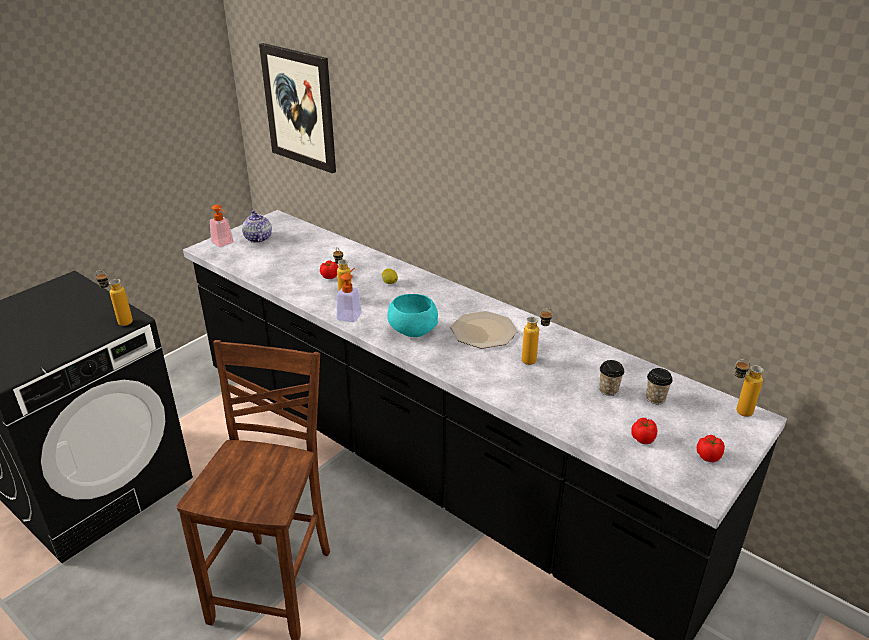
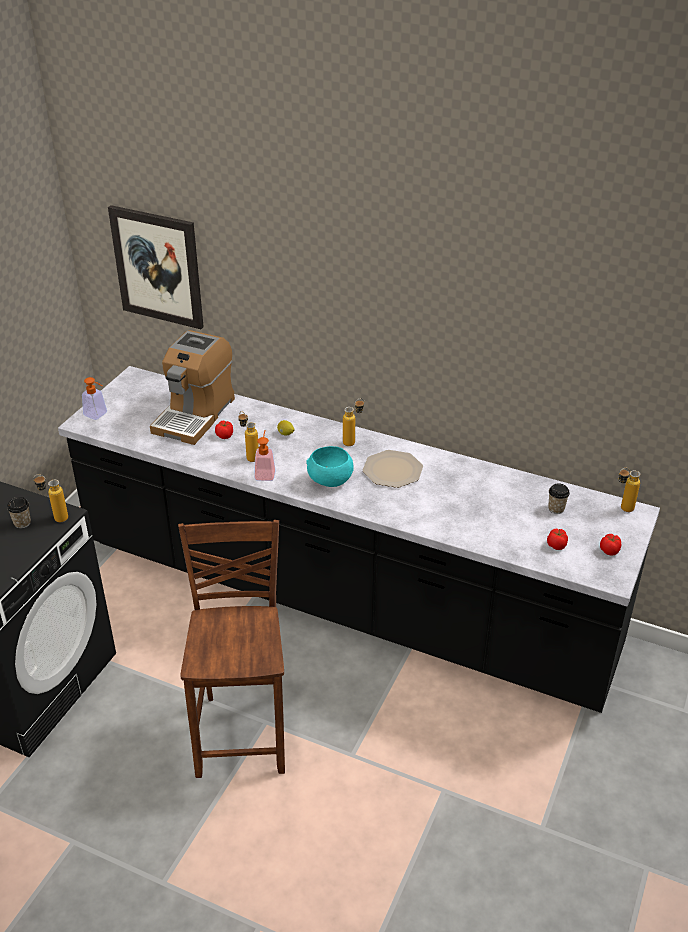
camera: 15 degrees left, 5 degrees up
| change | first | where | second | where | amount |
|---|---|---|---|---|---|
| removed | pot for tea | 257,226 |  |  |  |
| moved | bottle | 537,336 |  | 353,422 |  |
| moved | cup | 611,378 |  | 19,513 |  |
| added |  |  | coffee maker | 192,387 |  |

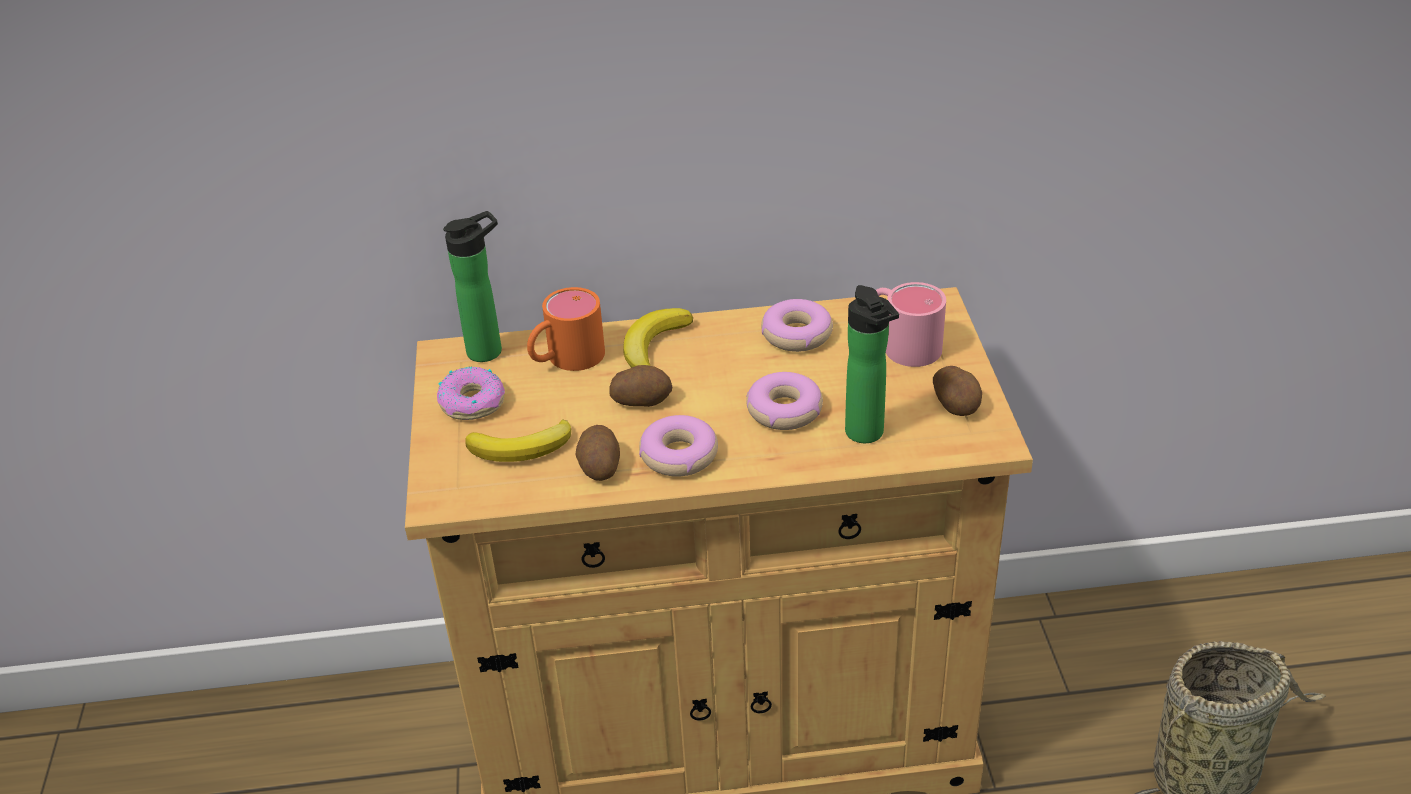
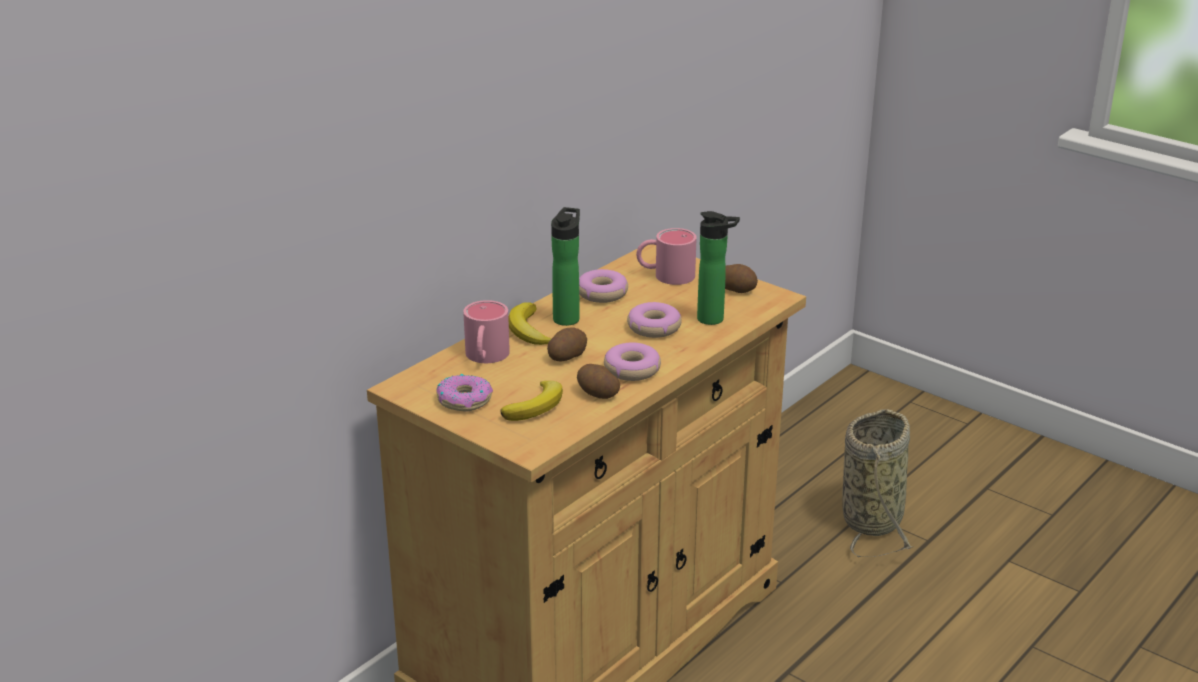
camera: 45 degrees left, 10 degrees down
| change | first | where | second | where | amount |
|---|---|---|---|---|---|
| moved | bottle | 472,286 |  | 565,266 |  |
| recoloured | orangey coffee mug | 566,329 | pink coffee mug | 486,331 |  |

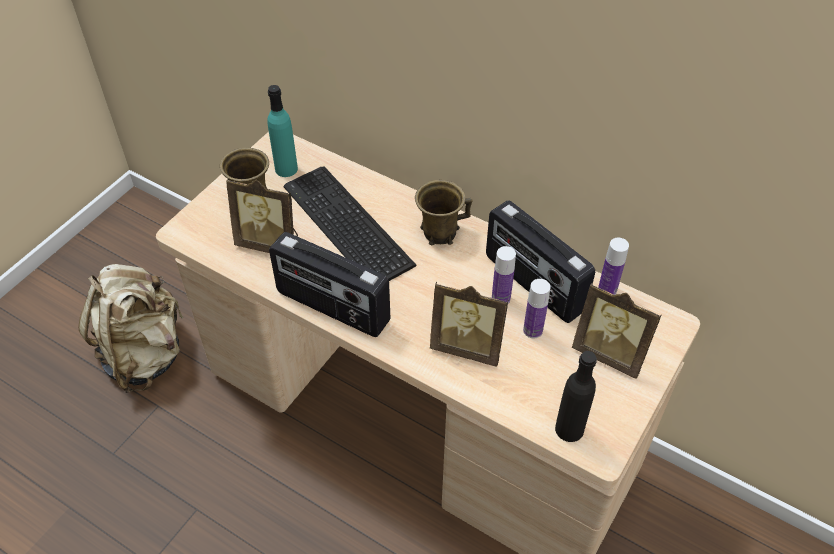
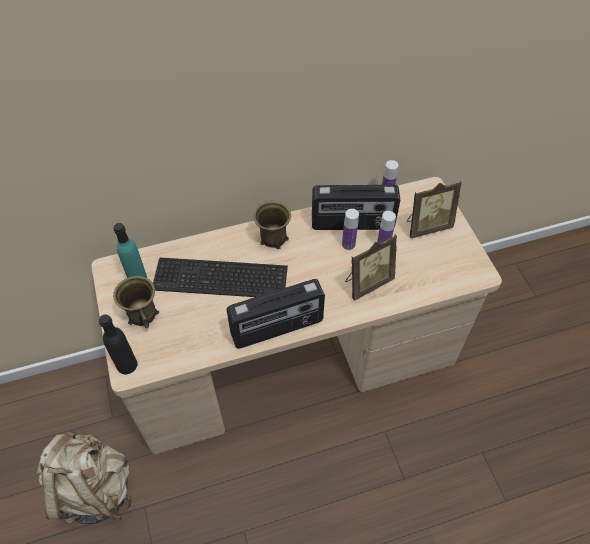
camera: 50 degrees left, 5 degrees up
| change | first | where | second | where | amount |
|---|---|---|---|---|---|
| removed | standing frame | 262,215 |  |  |  |
| moved | blackish bottle | 576,396 |  | 118,344 |  |

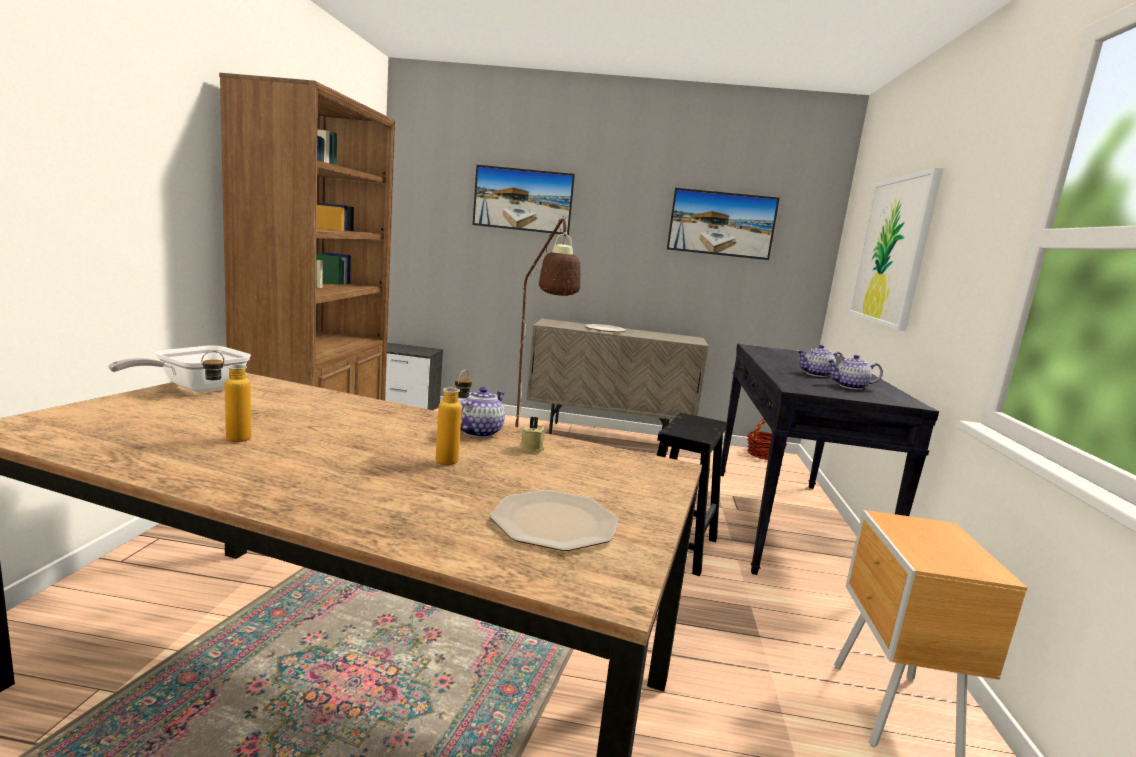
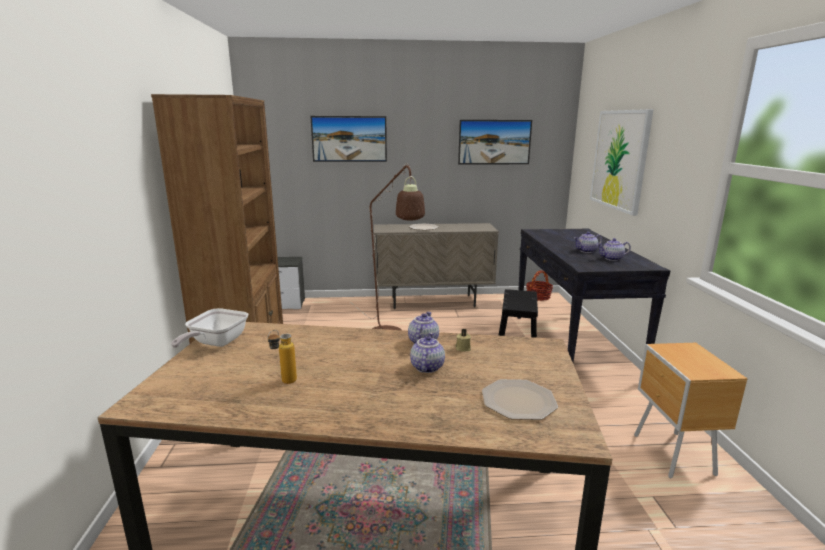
camera: 10 degrees left, 5 degrees up
| change | first | where | second | where | amount |
|---|---|---|---|---|---|
| replaced | bottle | 454,417 | pot for tea | 427,353 |  |

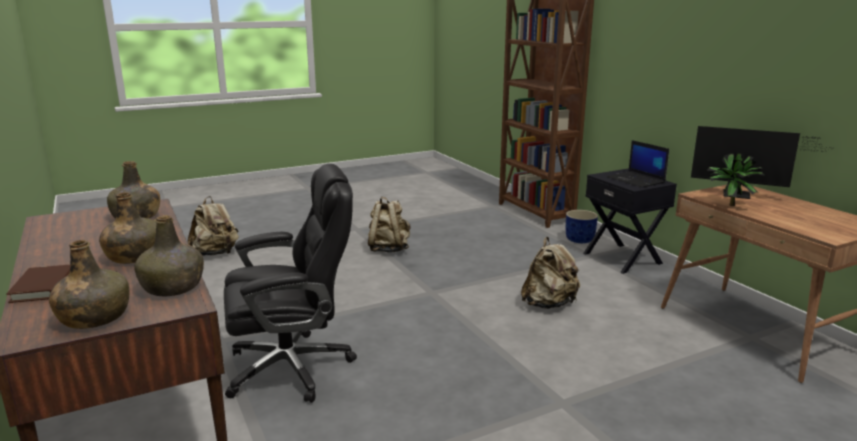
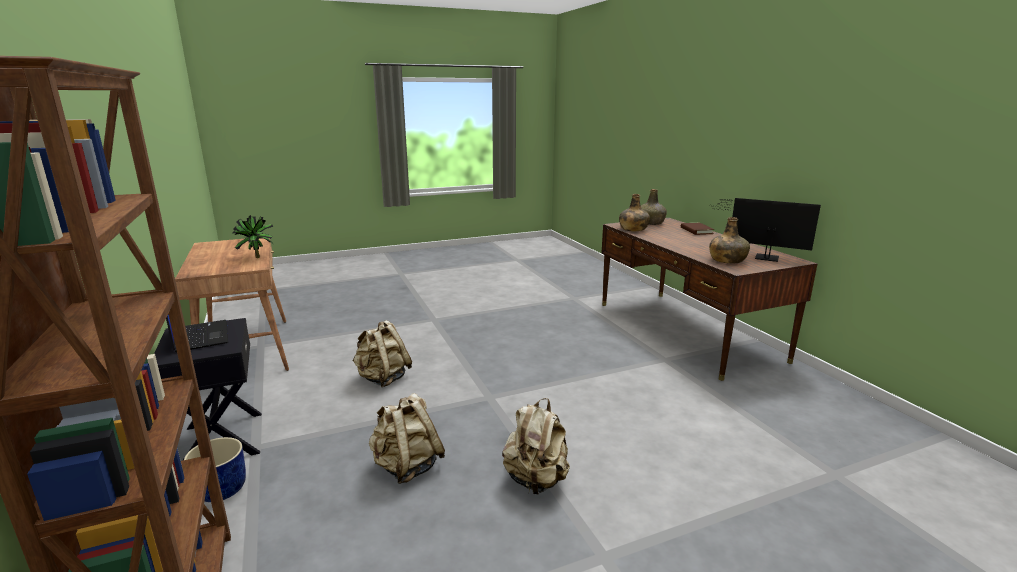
camera: 175 degrees left, 0 degrees up
| change | first | where | second | where | amount |
|---|---|---|---|---|---|
| moved | computer screen | 762,162 |  | 767,230 |  |
| removed | blackish computer chair | 290,283 |  |  |  |
| removed | green-coloured bottle | 128,228 |  |  |  |
| moved | beige-coloured knapsack | 213,226 |  | 407,438 |  |

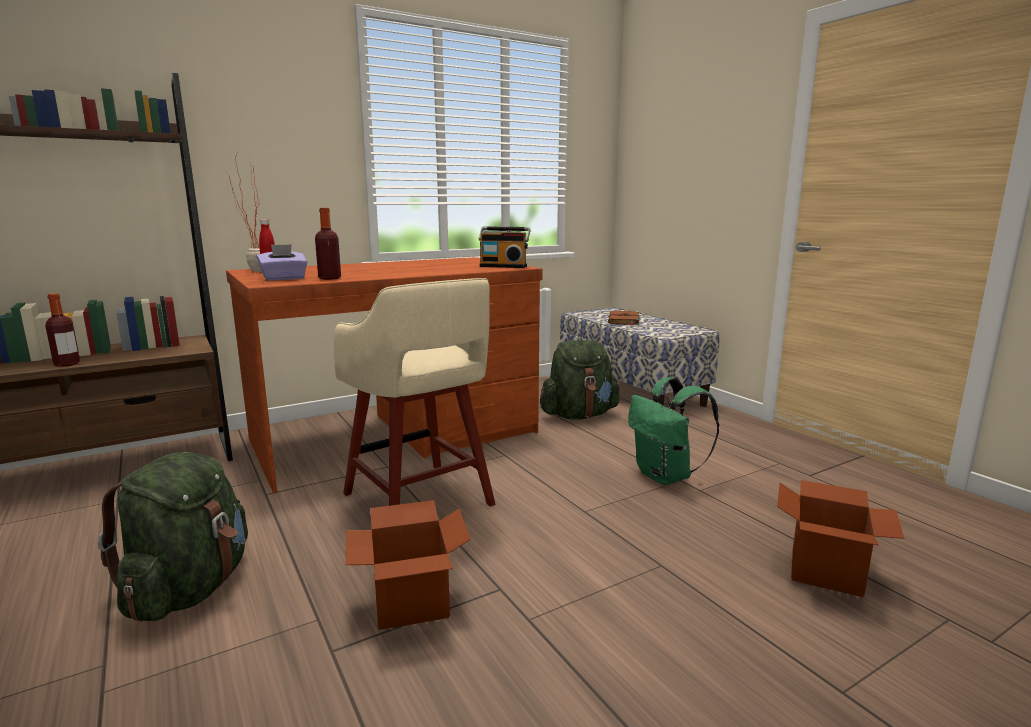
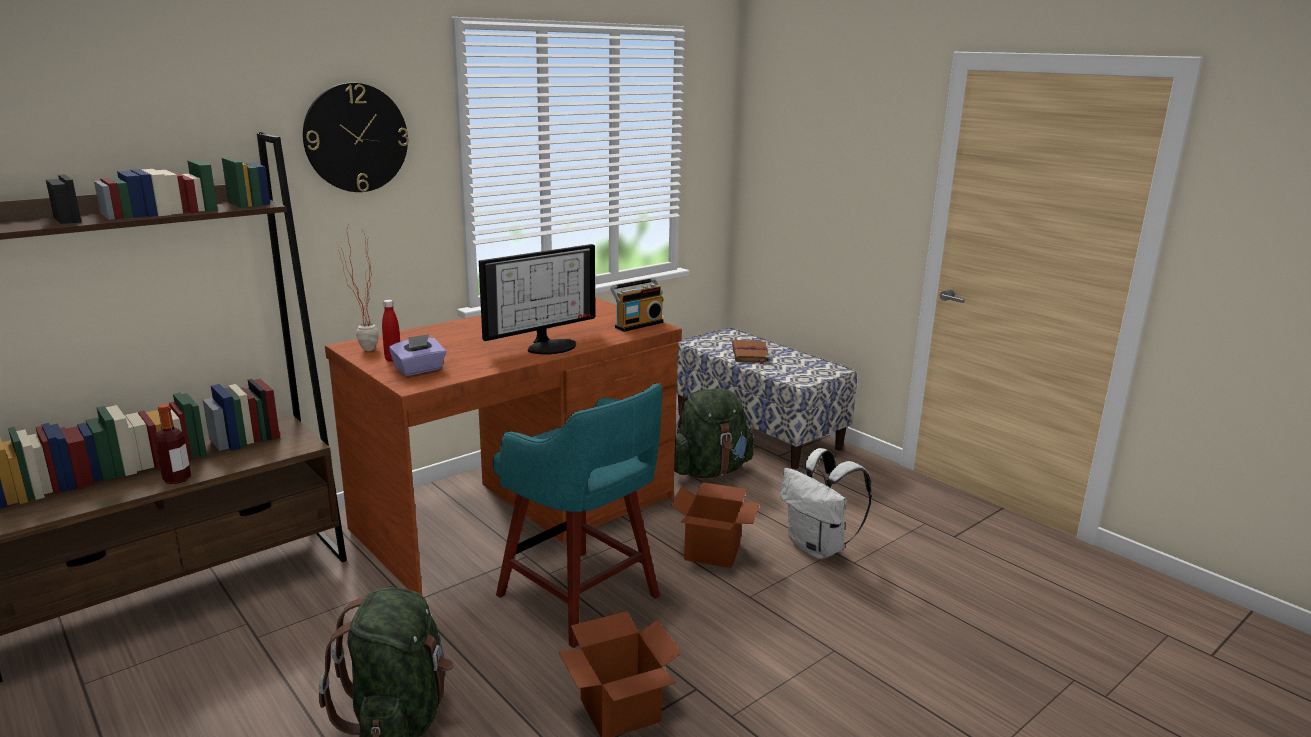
camera: 10 degrees left, 5 degrees up
| change | first | where | second | where | amount |
|---|---|---|---|---|---|
| removed | bottle | 328,244 |  |  |  |
| turned | radio set | 504,247 |  | 636,305 | 45 degrees counterclockwise |
| recoloured | beige-coloured stool | 414,392 | turquoise stool | 577,515 |  |
| recoloured | green-coloured knapsack | 674,431 | white knapsack | 826,503 |  |
| moved | packing box | 840,538 |  | 715,525 |  |
| added |  |  | hanging clock | 356,137 |  |
| added |  |  | computer screen | 537,299 |  |

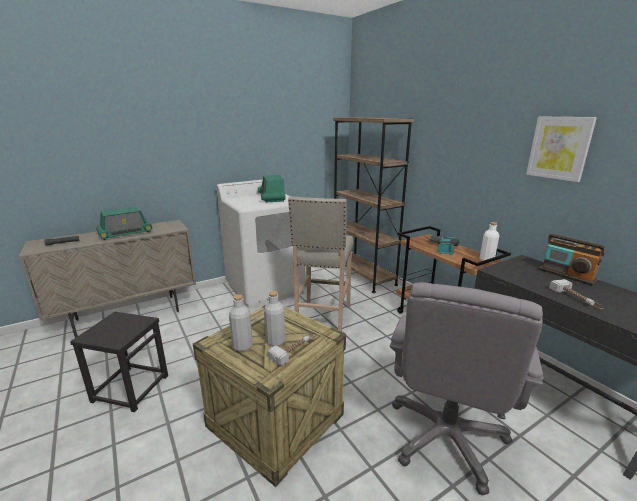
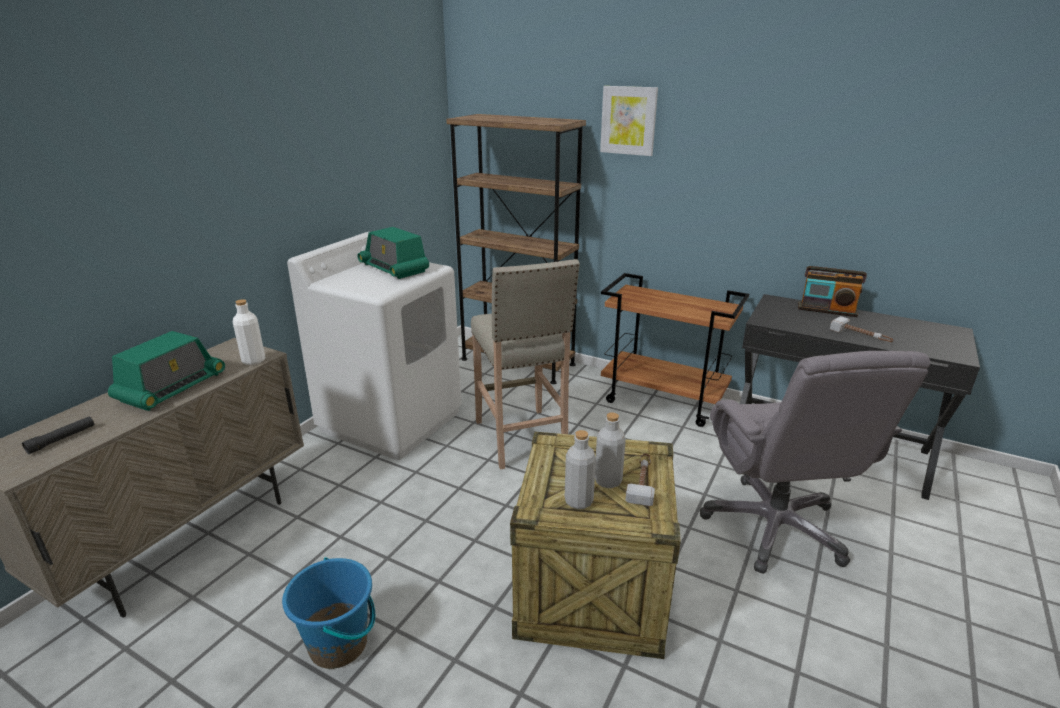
camera: 30 degrees left, 5 degrees up
| change | first | where | second | where | amount |
|---|---|---|---|---|---|
| moved | picture | 561,149 |  | 629,121 |  |
| moved | white bottle | 489,242 |  | 249,332 |  |
| removed | drill | 443,245 |  |  |  |
| replaced | blackish stool | 119,362 | blue pail | 328,613 |  |

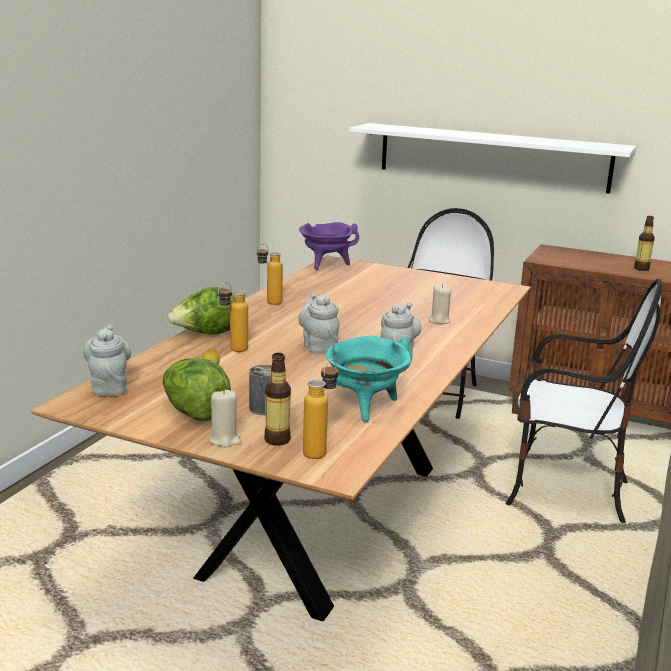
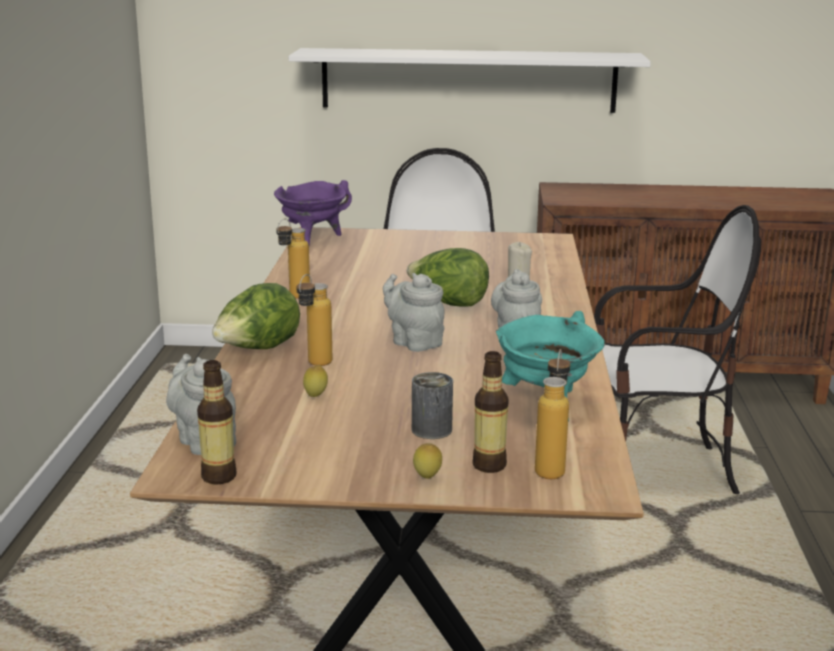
camera: 20 degrees left, 0 degrees up
| change | first | where | second | where | amount |
|---|---|---|---|---|---|
| moved | bottle | 644,243 |  | 217,422 |  |
| moved | lettuce head | 197,389 |  | 448,277 |  |
| replaced | beige-coloured candle | 225,418 | whole lemon | 427,461 |  |

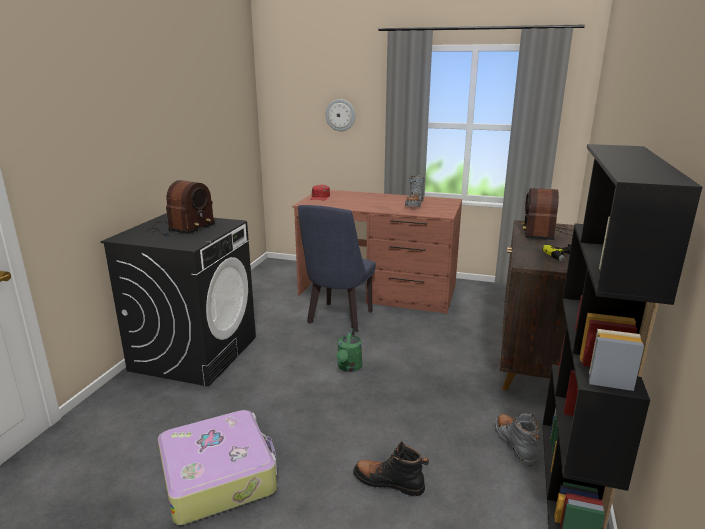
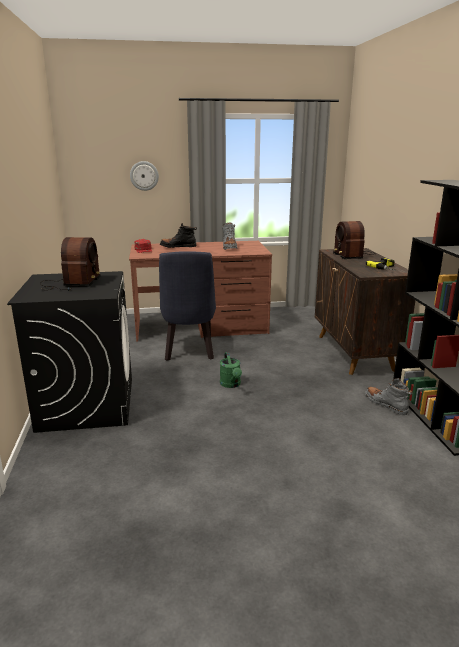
camera: 25 degrees left, 0 degrees up
| change | first | where | second | where | amount |
|---|---|---|---|---|---|
| removed | suitcase | 217,467 |  |  |  |
| moved | blackish tall boot | 391,468 |  | 178,235 |  |

